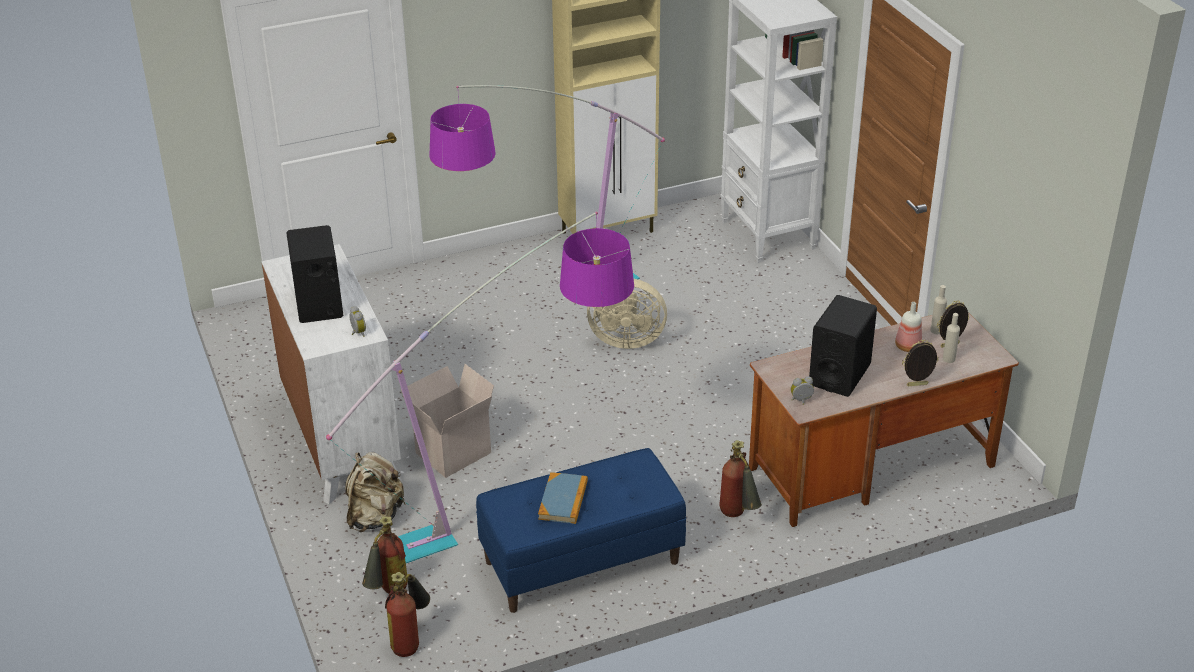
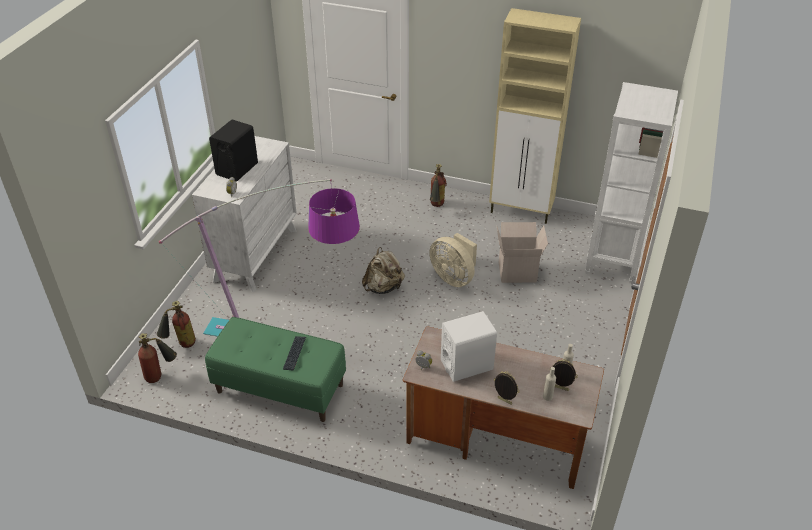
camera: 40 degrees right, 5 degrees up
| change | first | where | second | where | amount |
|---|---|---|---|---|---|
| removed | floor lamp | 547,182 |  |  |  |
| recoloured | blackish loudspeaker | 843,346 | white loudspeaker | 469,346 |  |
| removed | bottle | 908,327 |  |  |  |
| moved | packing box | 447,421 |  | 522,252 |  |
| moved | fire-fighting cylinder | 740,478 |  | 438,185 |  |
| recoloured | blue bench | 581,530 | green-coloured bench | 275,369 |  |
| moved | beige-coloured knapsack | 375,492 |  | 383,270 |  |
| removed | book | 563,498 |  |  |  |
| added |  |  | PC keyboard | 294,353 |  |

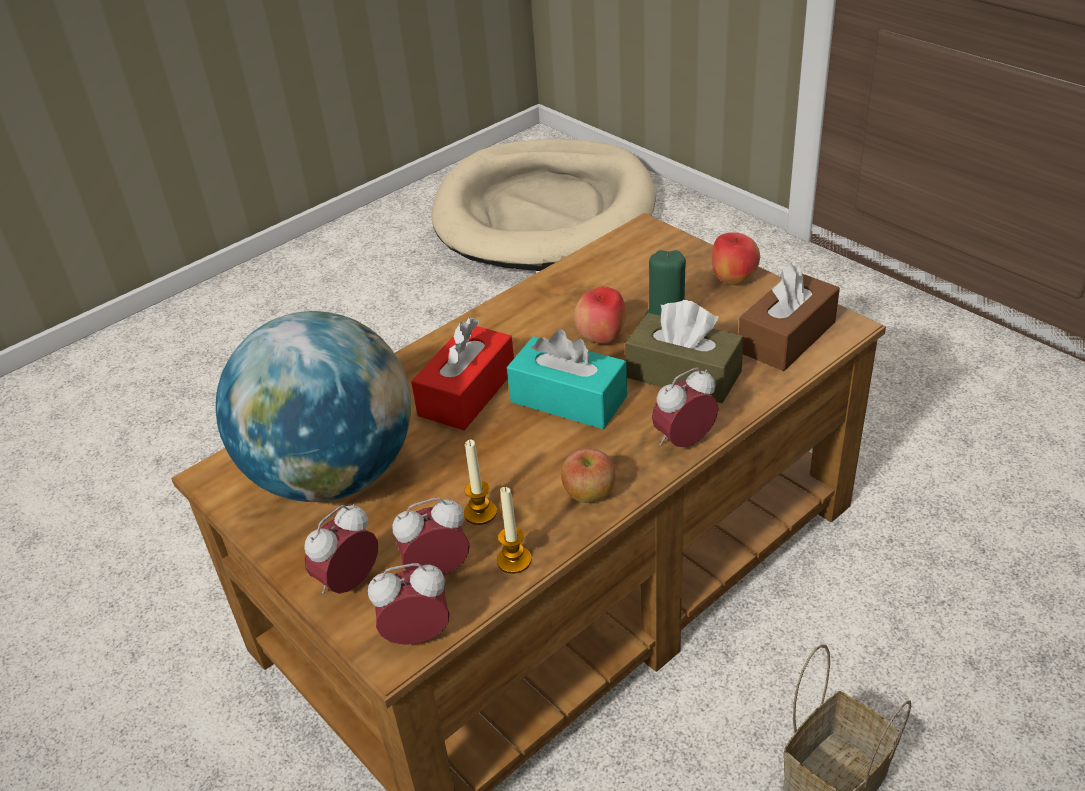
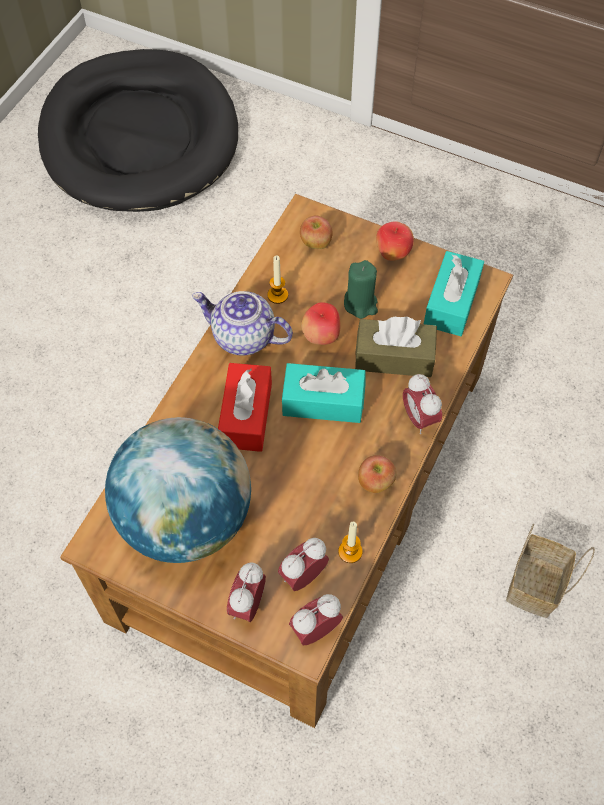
camera: 25 degrees left, 20 degrees up
| change | first | where | second | where | amount |
|---|---|---|---|---|---|
| recoloured | beige-coloured dog cushion | 543,205 | blackish dog cushion | 138,130 |  |
| recoloured | brownish tissue box | 789,317 | turquoise tissue box | 454,293 |  |
| turned | bedside clock | 685,407 |  | 422,404 | 60 degrees counterclockwise |
| moved | candle | 480,482 |  | 277,279 |  |
| added |  |  | apple fruit | 316,232 |  |
| added |  |  | pot for tea | 242,323 |  |

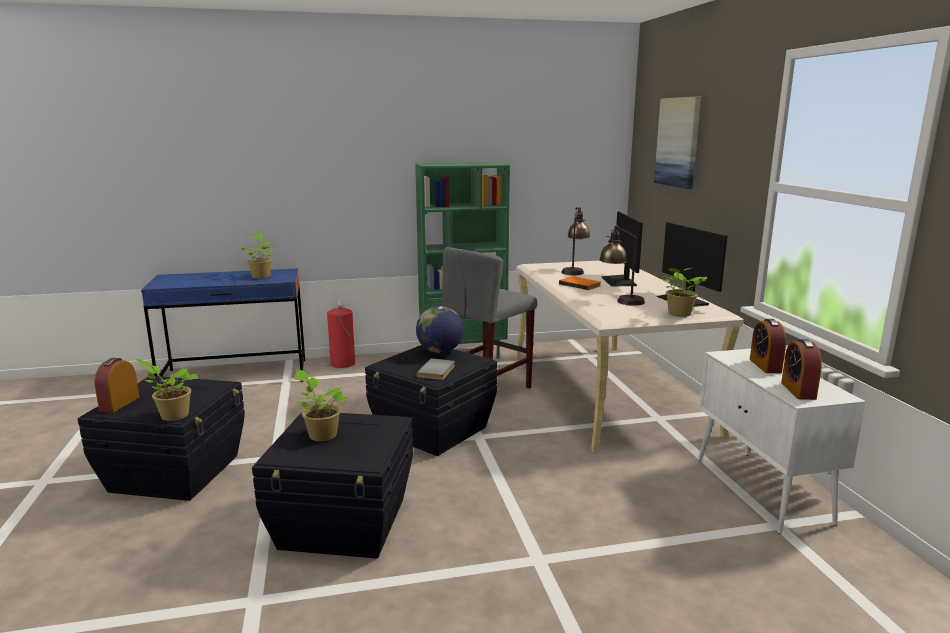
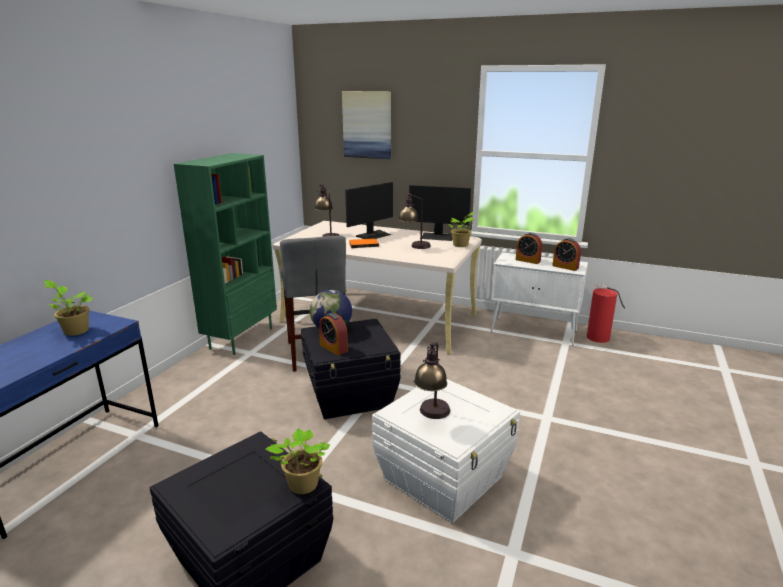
camera: 55 degrees left, 5 degrees up
| change | first | where | second | where | amount |
|---|---|---|---|---|---|
| turned | computer screen | 622,249 |  | 369,210 | 75 degrees counterclockwise |
| moved | fire-fighting cylinder | 341,334 |  | 606,313 |  |
| moved | bedside clock | 117,385 |  | 333,334 |  |
| removed | gray book | 435,369 |  |  |  |
| replaced | potted plant | 321,405 | tabletop lamp | 432,380 |  |
| recoloured | blackish storage box | 332,485 | white storage box | 446,451 |  |

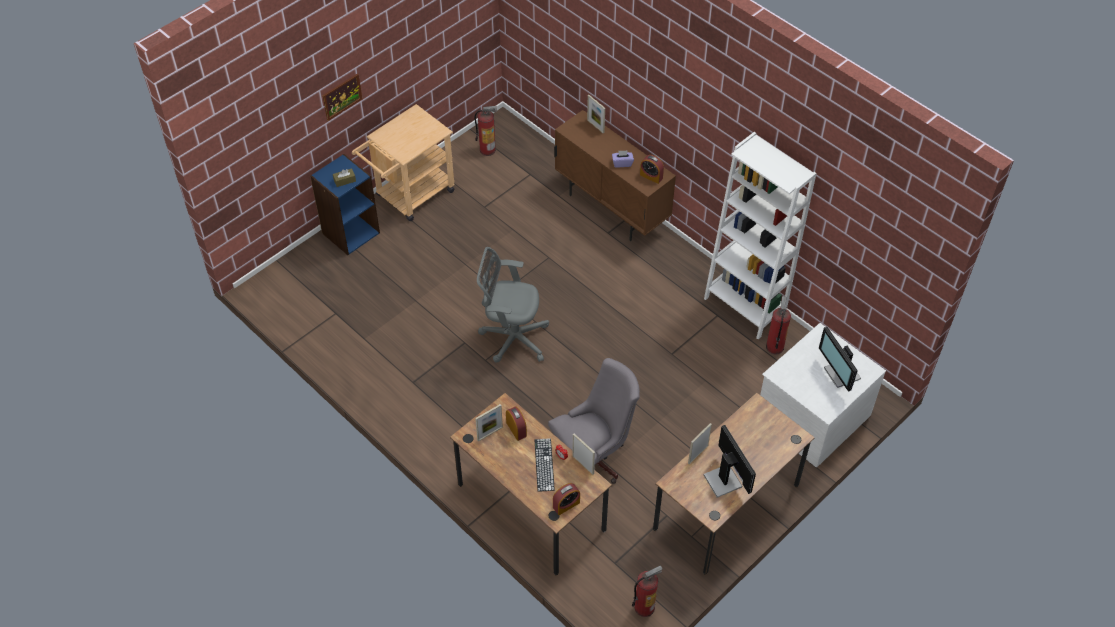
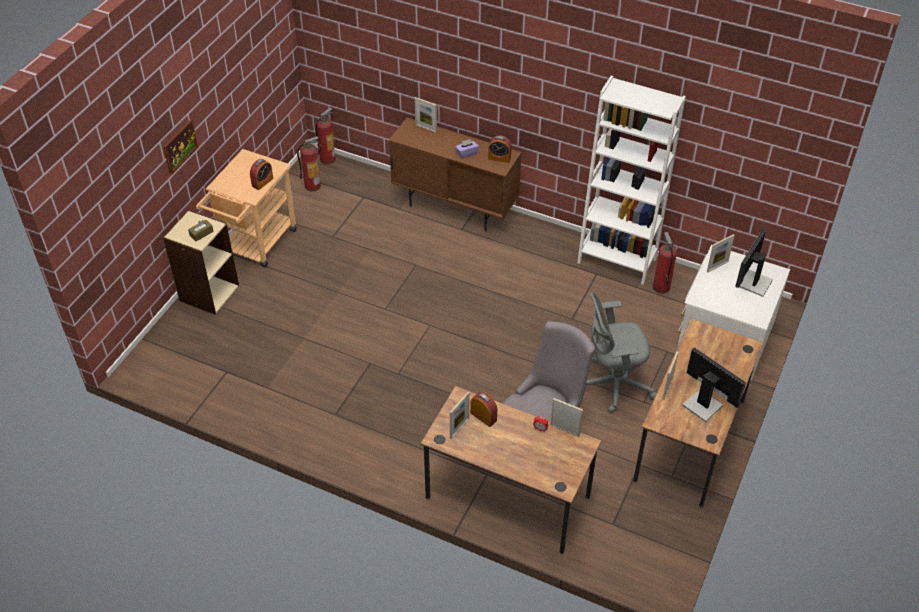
camera: 20 degrees left, 5 degrees down
| change | first | where | second | where | amount |
|---|---|---|---|---|---|
| recoloured | blue shelving unit | 345,204 | beige-coloured shelving unit | 201,262 |  |
| moved | gray computer chair | 513,305 |  | 620,352 |  |
| turned | computer screen | 840,359 |  | 754,262 | 75 degrees clockwise |
| removed | PC keyboard | 545,465 |  |  |  |
| moved | bedside clock | 566,499 |  | 261,174 |  |
| moved | fire-fighting cylinder | 647,591 |  | 325,136 |  |
| added |  |  | standing frame | 721,253 |  |

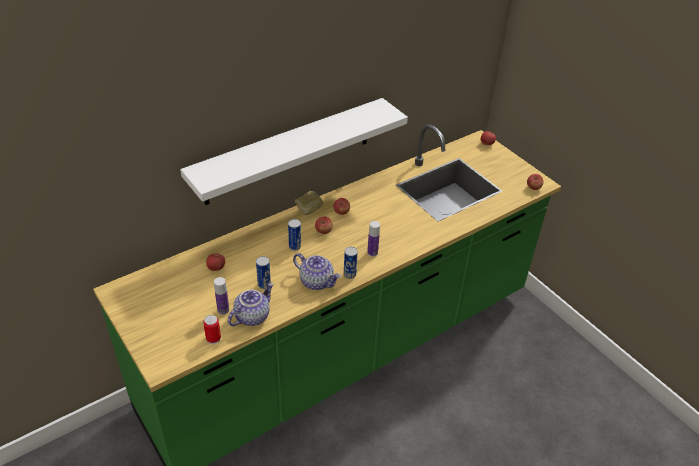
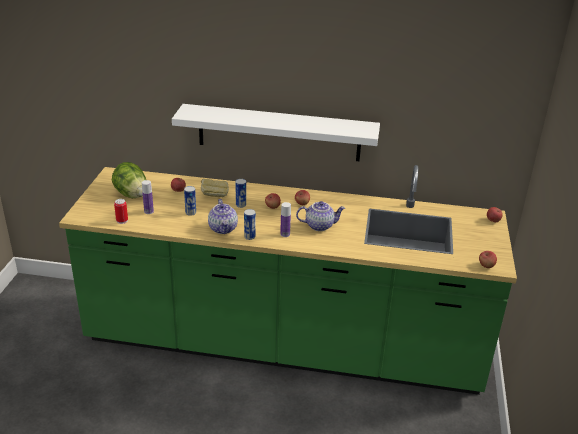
camera: 45 degrees right, 10 degrees down
| change | first | where | second | where | amount |
|---|---|---|---|---|---|
| moved | bakery bread | 309,203 |  | 215,188 |  |
| moved | pot for tea | 251,304 |  | 320,216 |  |
| added |  |  | lettuce head | 129,180 |  |

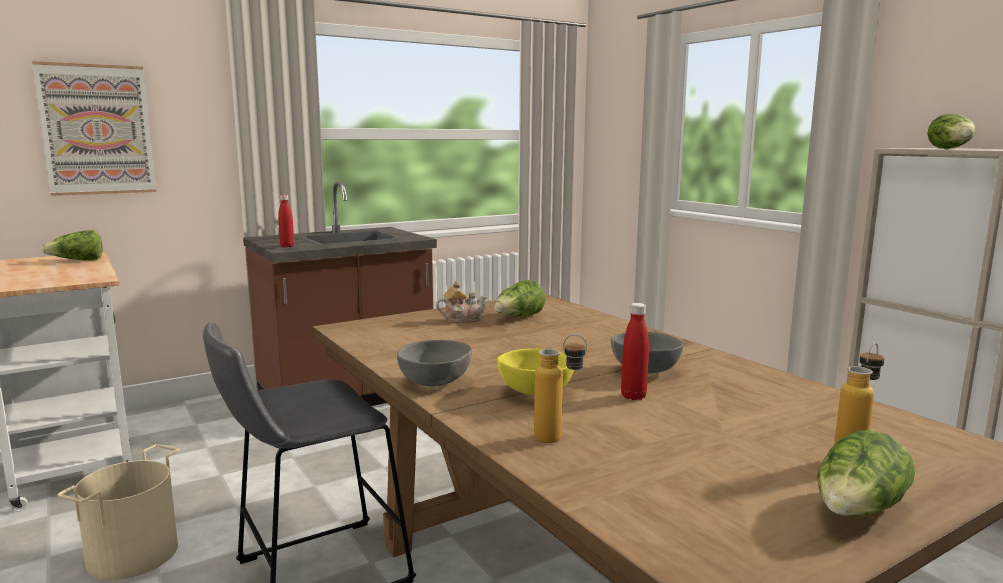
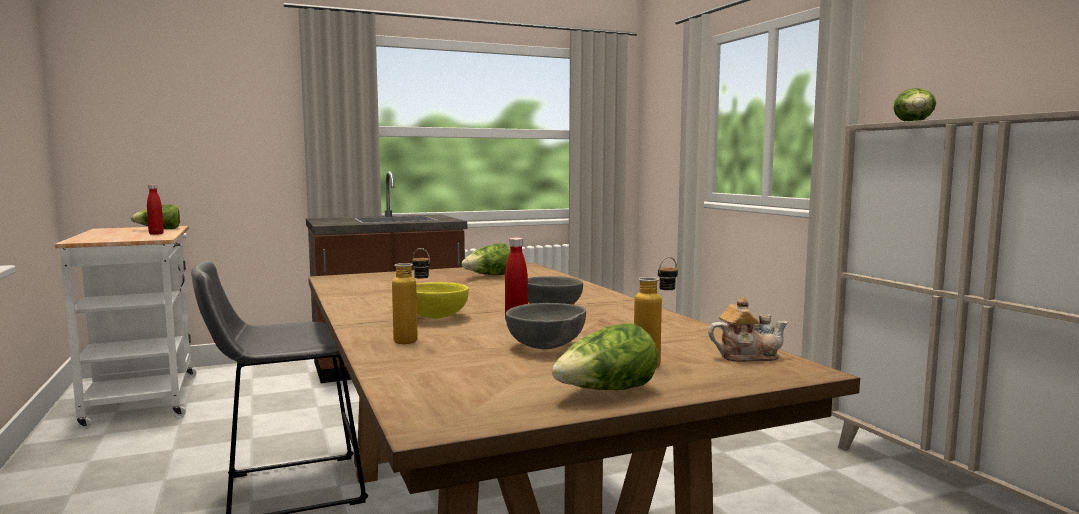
camera: 10 degrees right, 5 degrees down
| change | first | where | second | where | amount |
|---|---|---|---|---|---|
| removed | picture | 94,128 |  |  |  |
| moved | red-coloured bottle | 286,221 |  | 155,209 |  |
| moved | pot for tea | 462,302 |  | 748,329 |  |
| moved | gray deep dish | 434,363 |  | 546,326 |  |
| removed | beige-coloured pail | 119,512 |  |  |  |

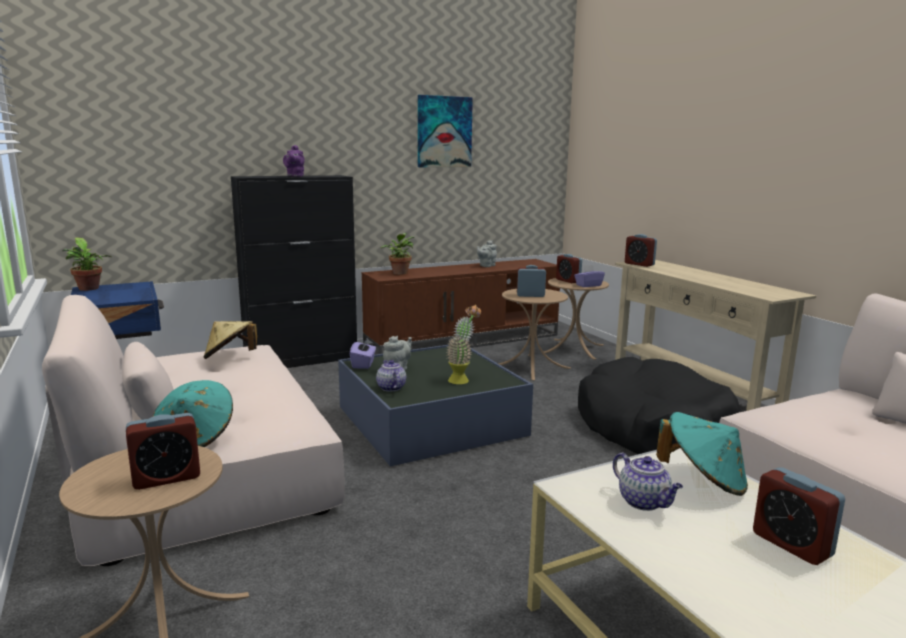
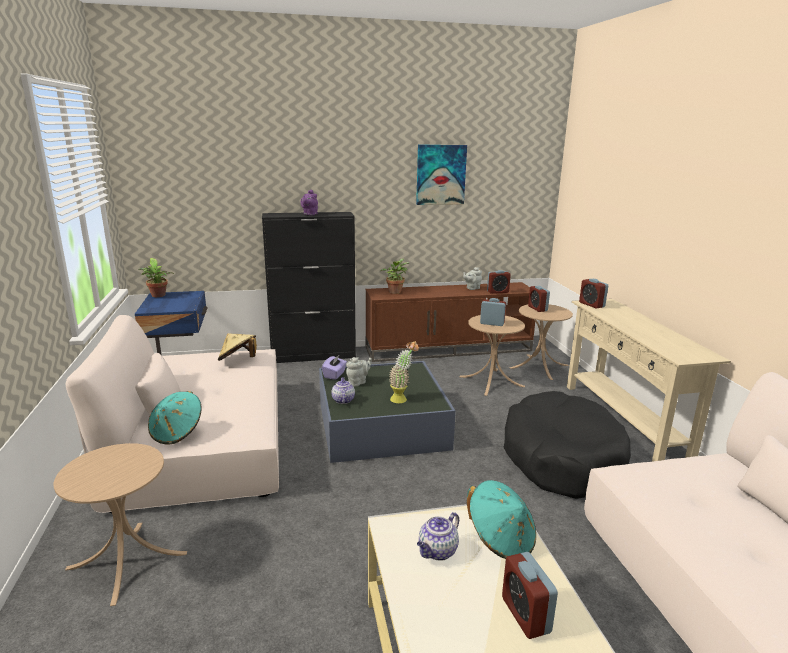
camera: 15 degrees right, 5 degrees up
| change | first | where | second | where | amount |
|---|---|---|---|---|---|
| removed | purple-coloured tissue box | 589,276 |  |  |  |
| moved | bedside clock | 163,451 |  | 499,282 |  |
| turned | pot for tea | 648,482 |  | 438,536 | 60 degrees clockwise |

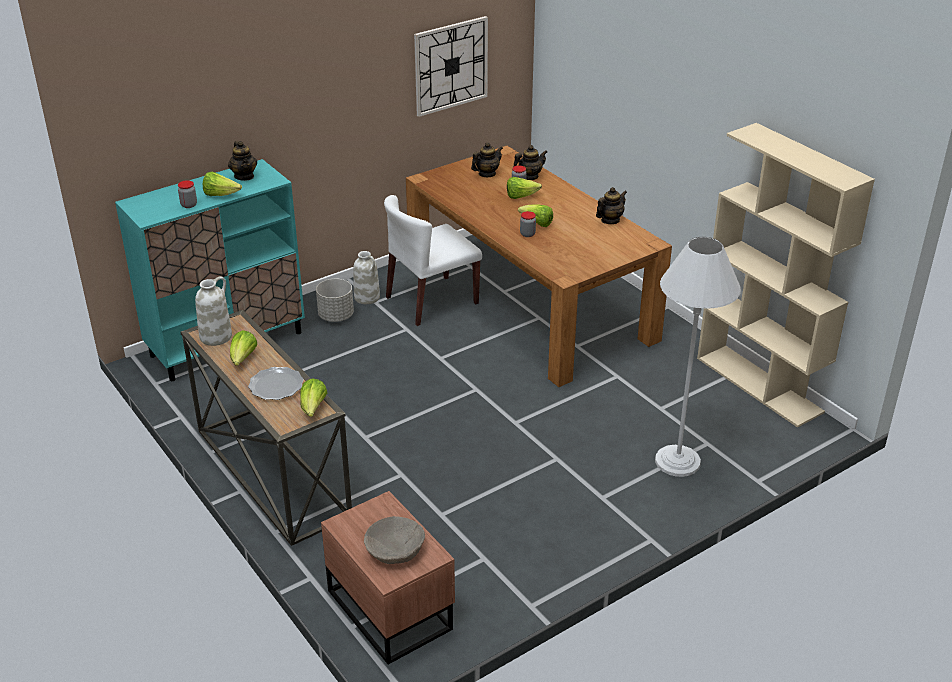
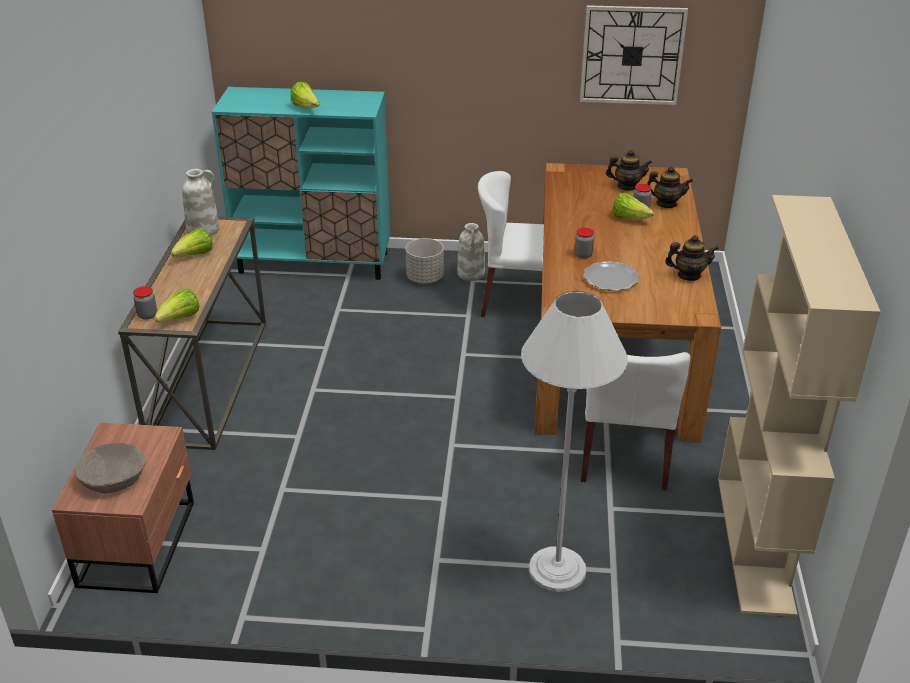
camera: 40 degrees right, 0 degrees up
| change | first | where | second | where | amount |
|---|---|---|---|---|---|
| removed | pot for tea | 242,161 |  |  |  |
| moved | preserve jar | 187,194 |  | 145,303 |  |
| removed | lettuce head | 535,215 |  |  |  |
| moved | flat dish | 276,383 |  | 611,276 |  |
| added |  |  | white chair | 636,421 |  |

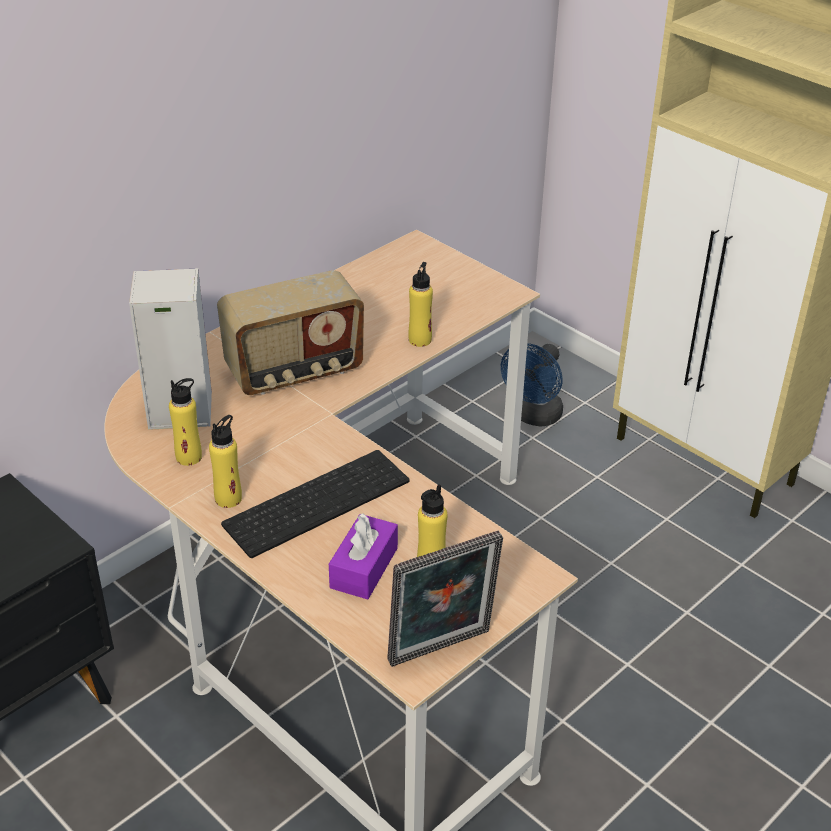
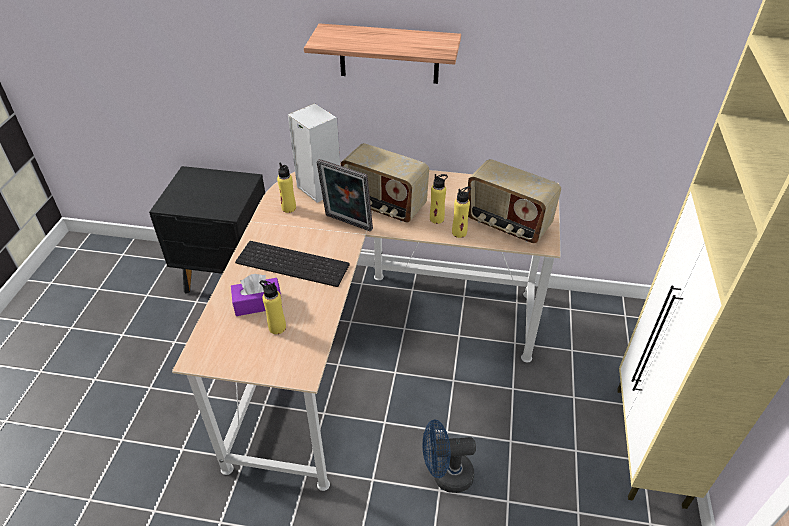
camera: 55 degrees right, 5 degrees up
| change | first | where | second | where | amount |
|---|---|---|---|---|---|
| moved | blue electric fan | 532,385 |  | 449,456 |  |
| moved | yellowish bottle | 225,461 |  | 439,199 |  |
| moved | standing frame | 445,598 |  | 345,195 |  |
| added |  |  | bracket shelf | 382,53 |  |
| added |  |  | radio set | 514,201 |  |

